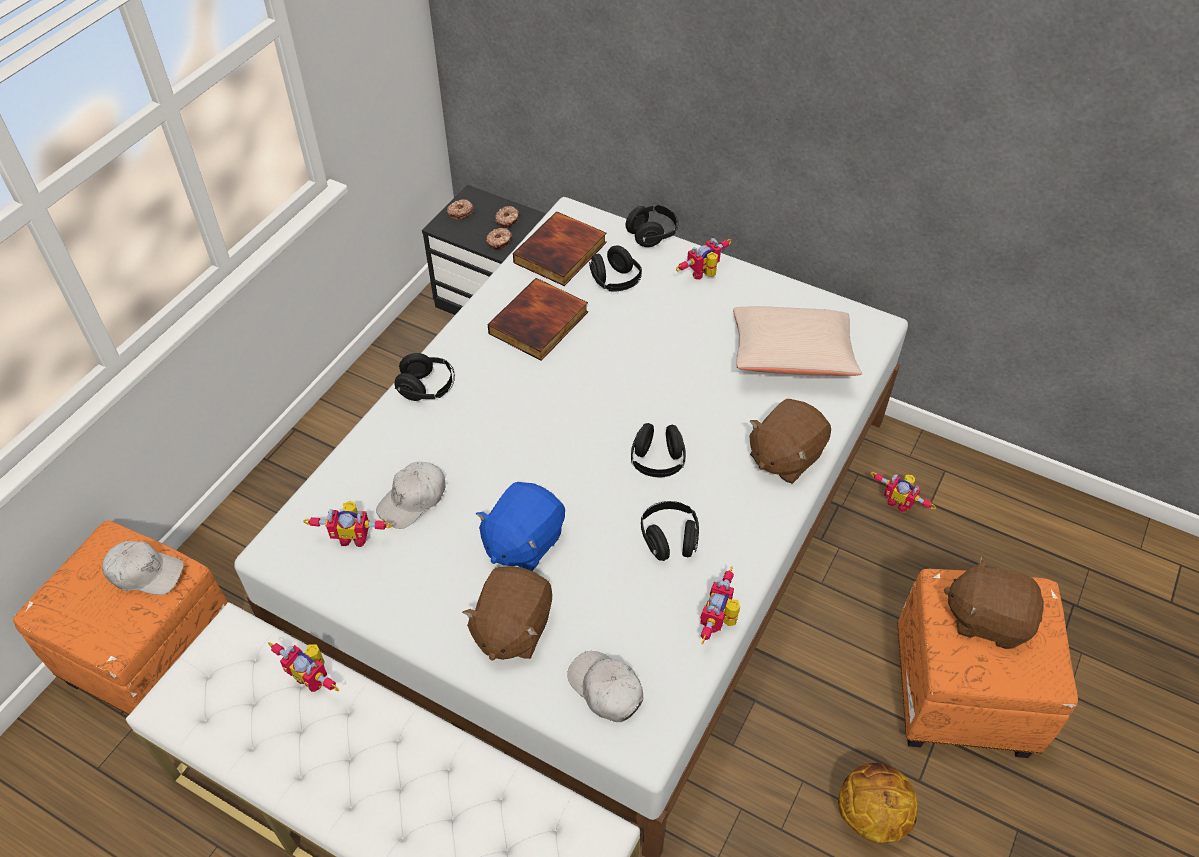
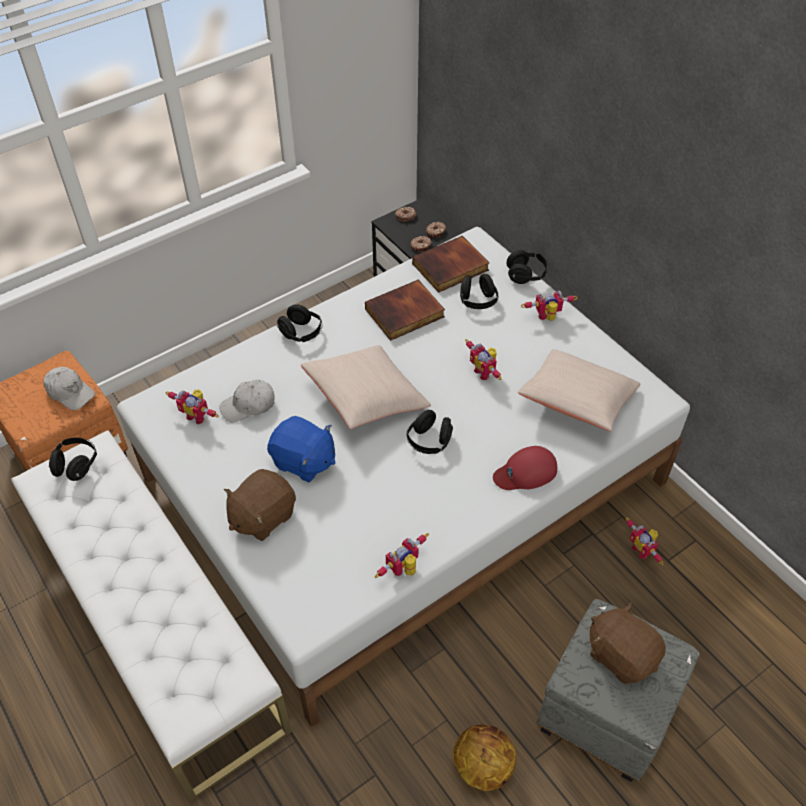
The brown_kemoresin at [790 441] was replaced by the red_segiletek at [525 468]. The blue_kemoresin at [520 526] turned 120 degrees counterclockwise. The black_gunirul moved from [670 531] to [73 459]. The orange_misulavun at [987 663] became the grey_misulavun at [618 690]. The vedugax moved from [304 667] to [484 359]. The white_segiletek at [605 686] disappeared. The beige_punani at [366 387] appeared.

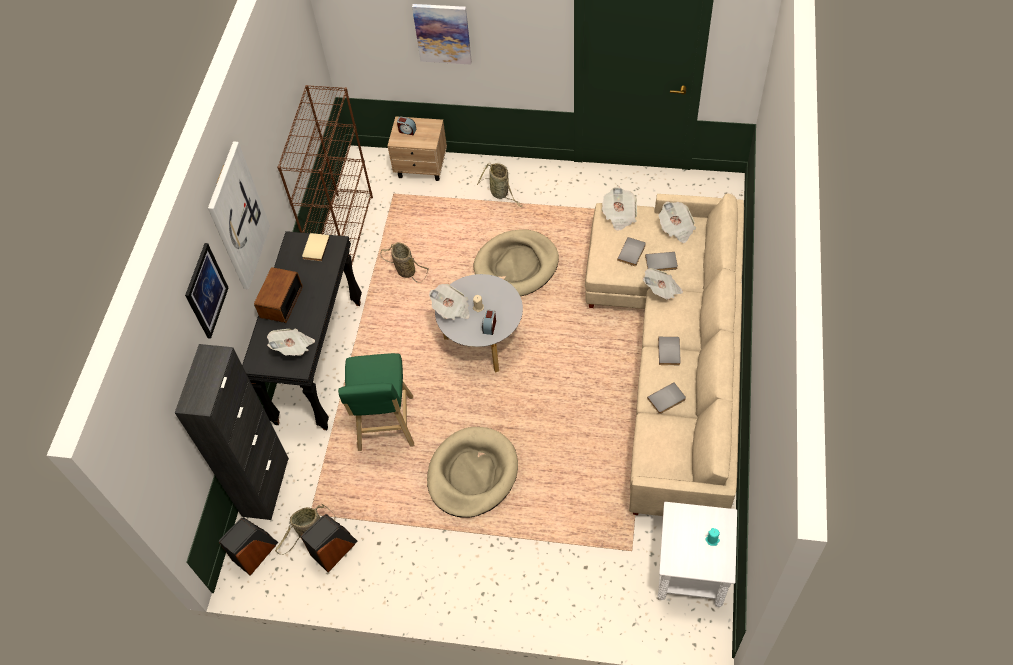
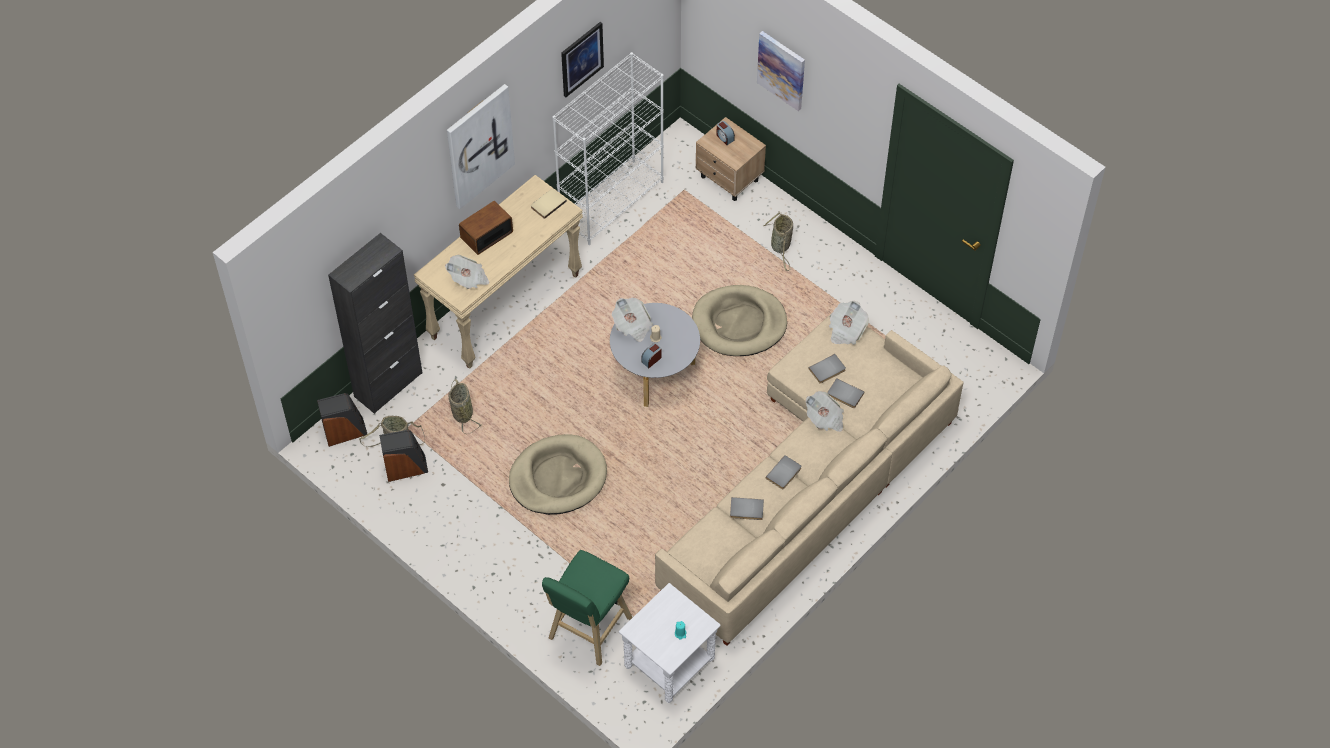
The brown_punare at [325 174] became the white_punare at [608 148]. The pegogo at [677 222] disappeared. The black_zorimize at [302 330] became the beige_zorimize at [498 272]. The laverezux moved from [404 262] to [465 406]. The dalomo moved from [207 291] to [582 59]. The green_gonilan moved from [376 402] to [587 608].

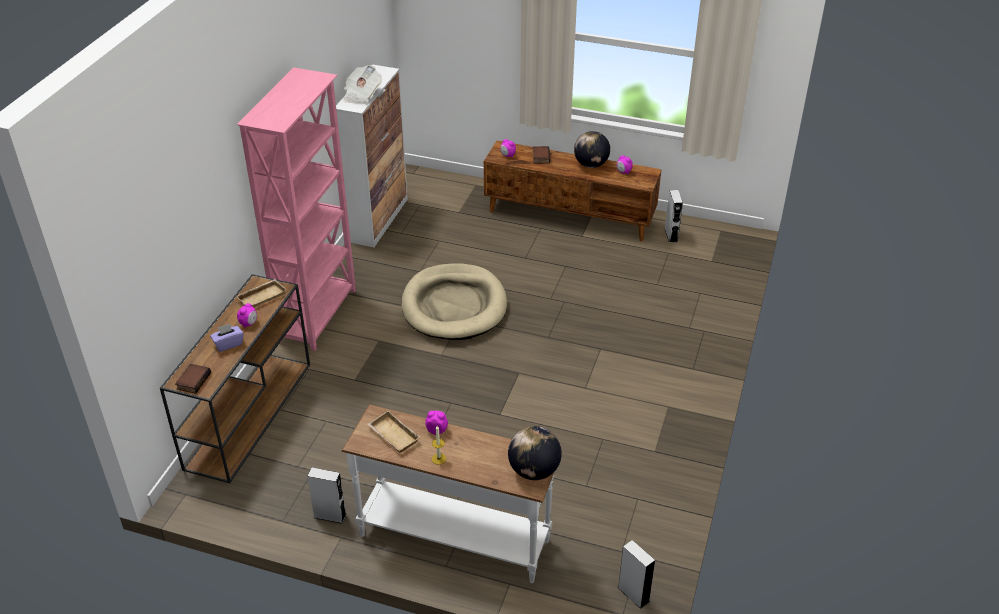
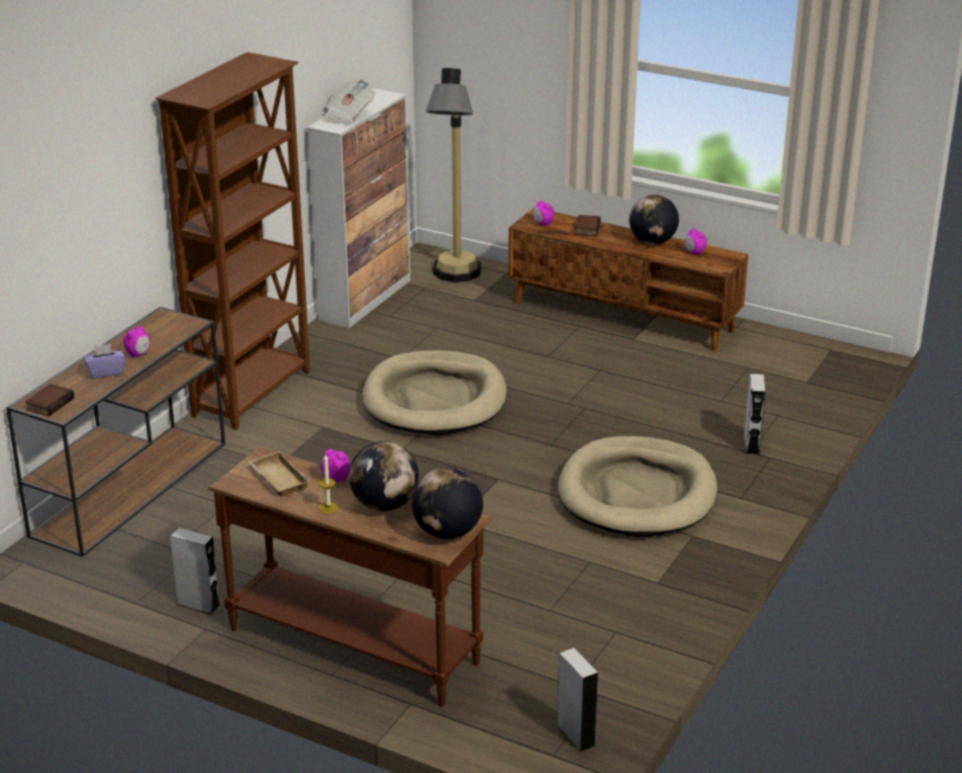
The pink_punare at [296 209] became the brown_punare at [232 241]. The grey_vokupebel moved from [674 216] to [755 414]. The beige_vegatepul at [261 293] disappeared. The white_zorimize at [452 494] became the brown_zorimize at [350 576]. The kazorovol at [453 175] appeared. The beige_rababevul at [637 486] appeared. The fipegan at [384 476] appeared.

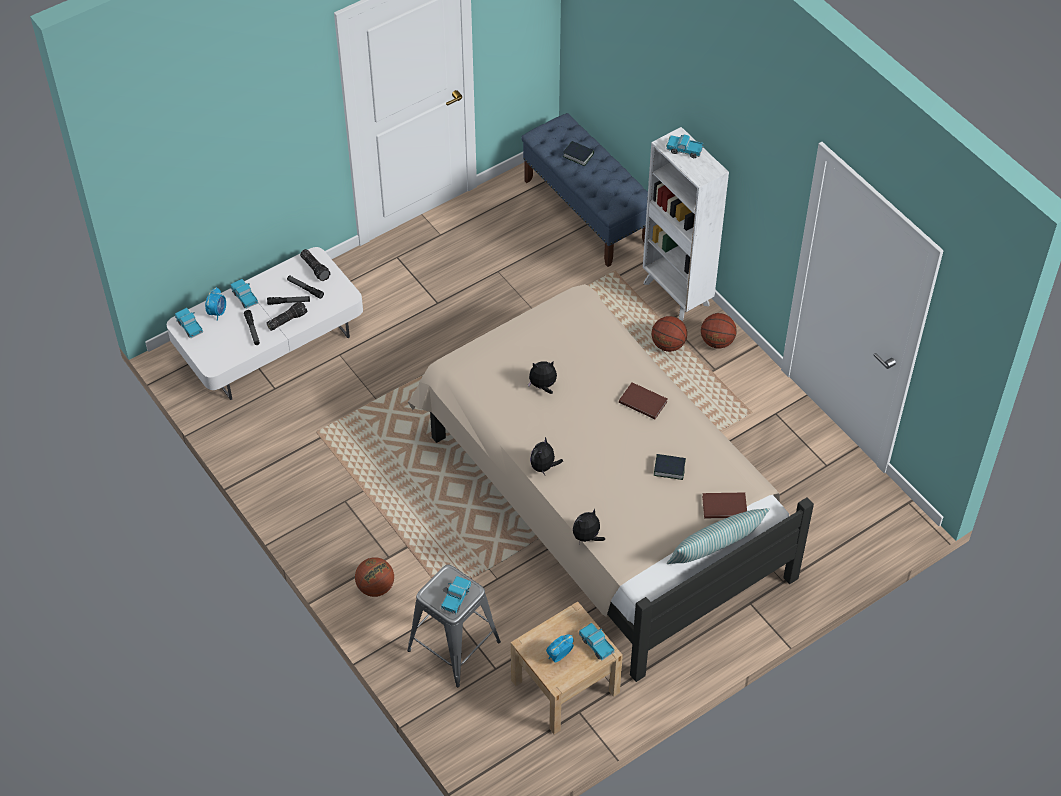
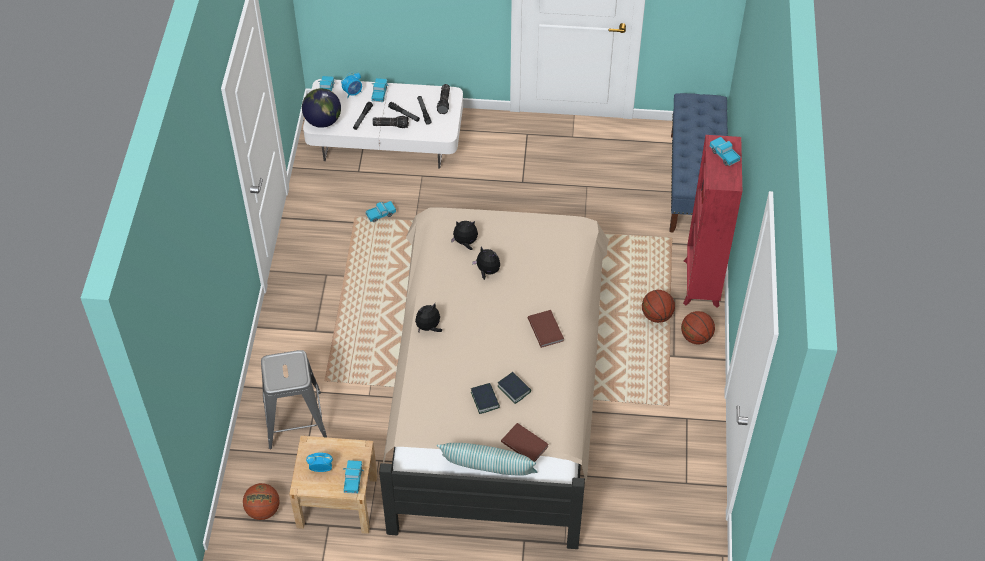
The white_punare at [686 224] became the red_punare at [712 221]. The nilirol moved from [578 153] to [485 398]. The kemoresin moved from [589 527] to [464 235]. The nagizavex moved from [374 577] to [261 501]. The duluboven moved from [456 595] to [381 211]. The fipegan at [321 108] appeared.

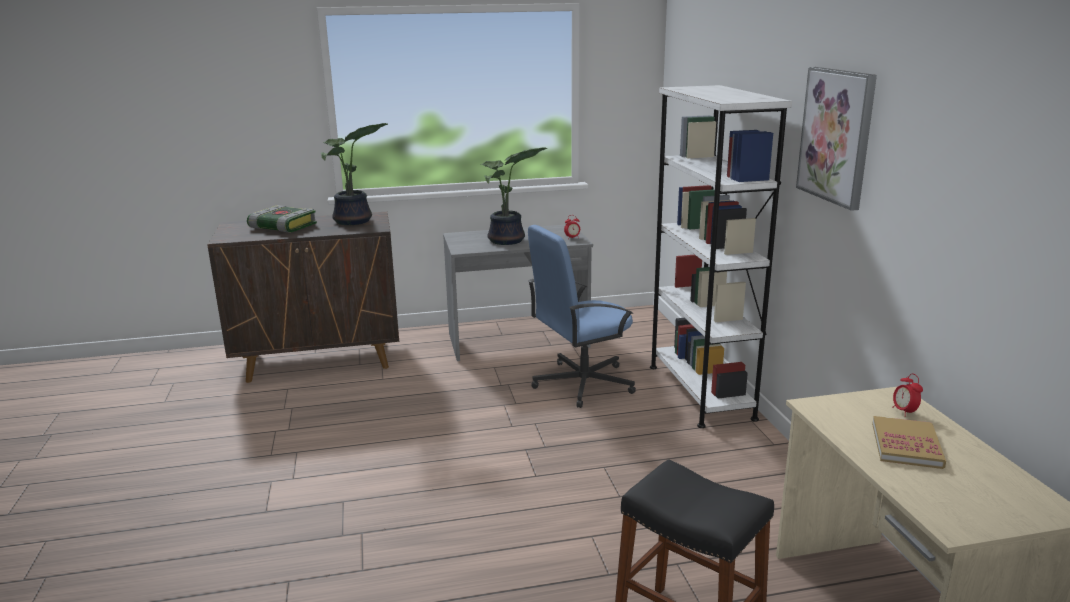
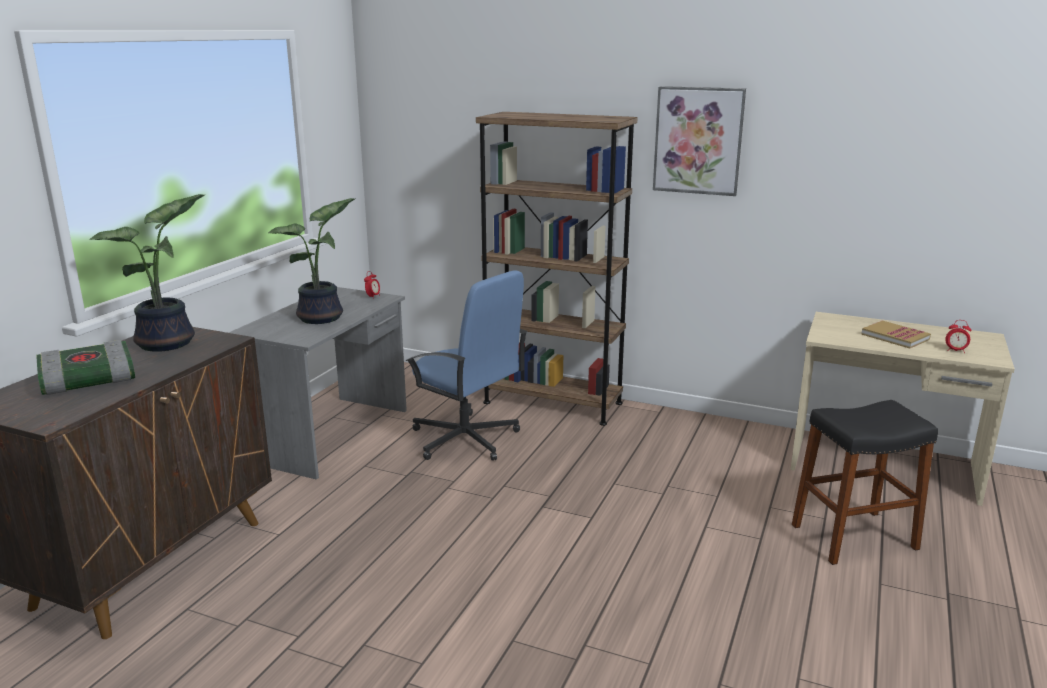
The white_punare at [721 256] became the brown_punare at [557 269]. The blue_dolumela at [582 316] turned 60 degrees counterclockwise. The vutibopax moved from [907 395] to [958 336].

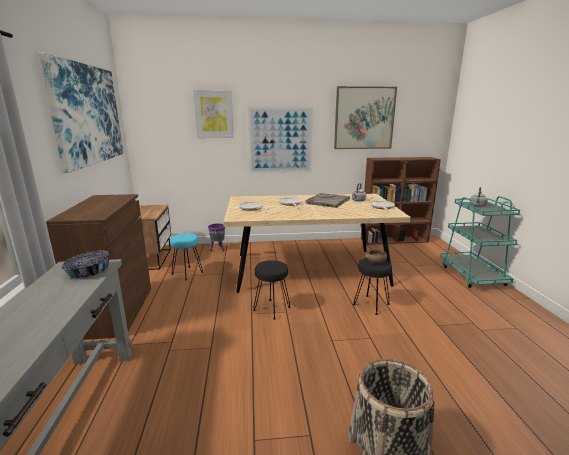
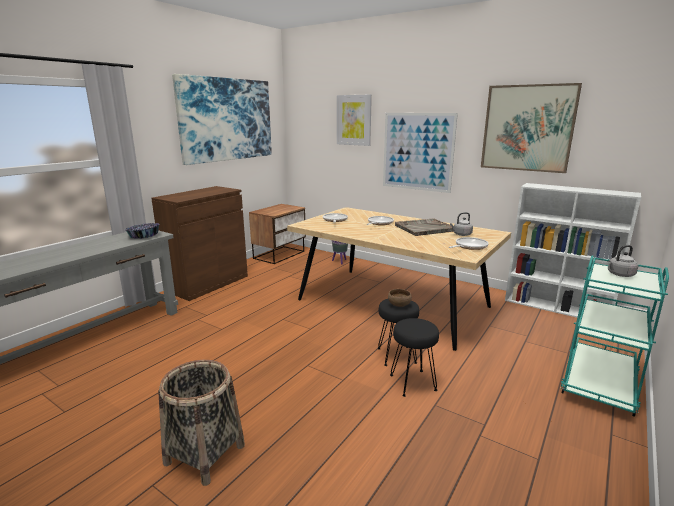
The brown_punare at [401 201] became the white_punare at [573 250]. The turquoise_gonilan at [186 256] disappeared. The black_gonilan moved from [272 290] to [414 357].

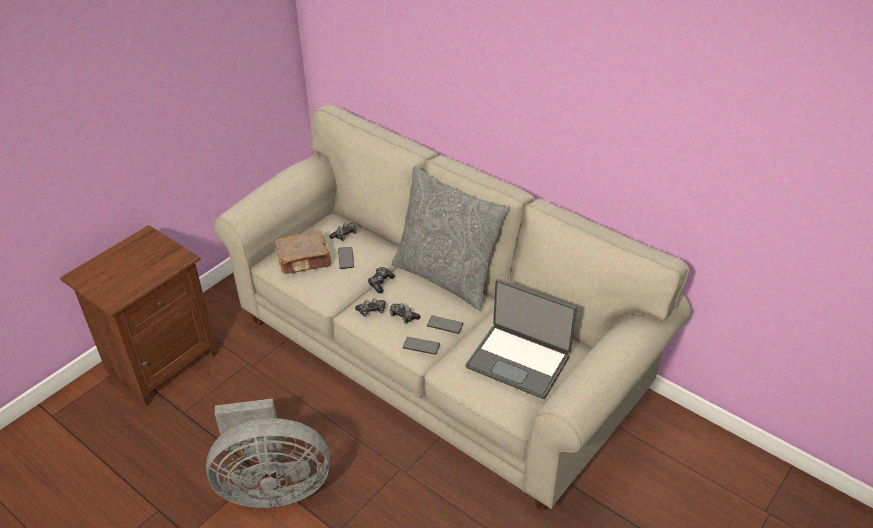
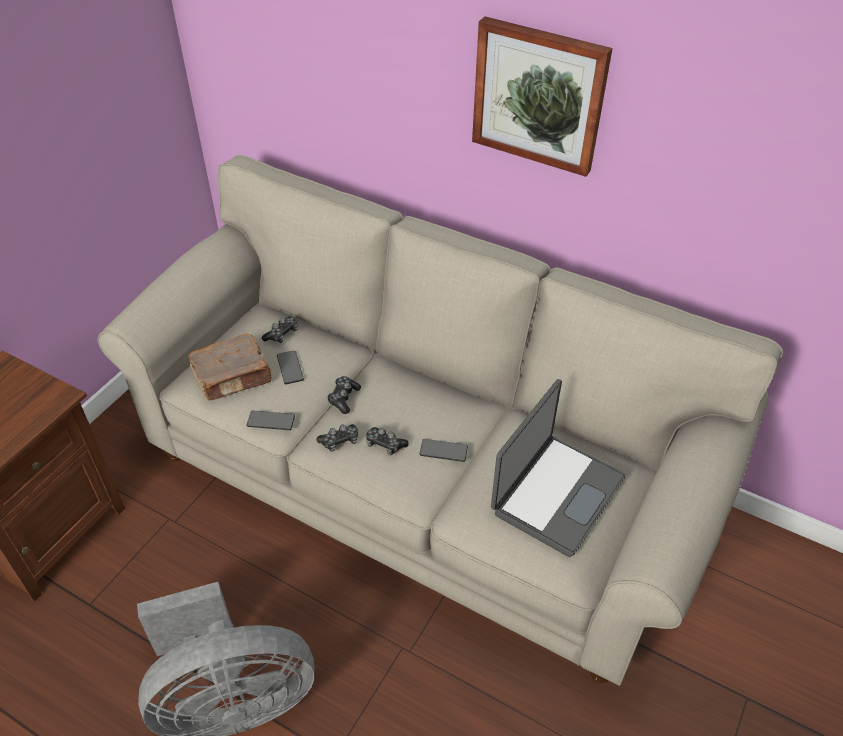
The grey_punani at [450 238] disappeared. The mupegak at [521 339] turned 75 degrees counterclockwise. The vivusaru moved from [421 346] to [271 420]. The dalomo at [542 97] appeared.

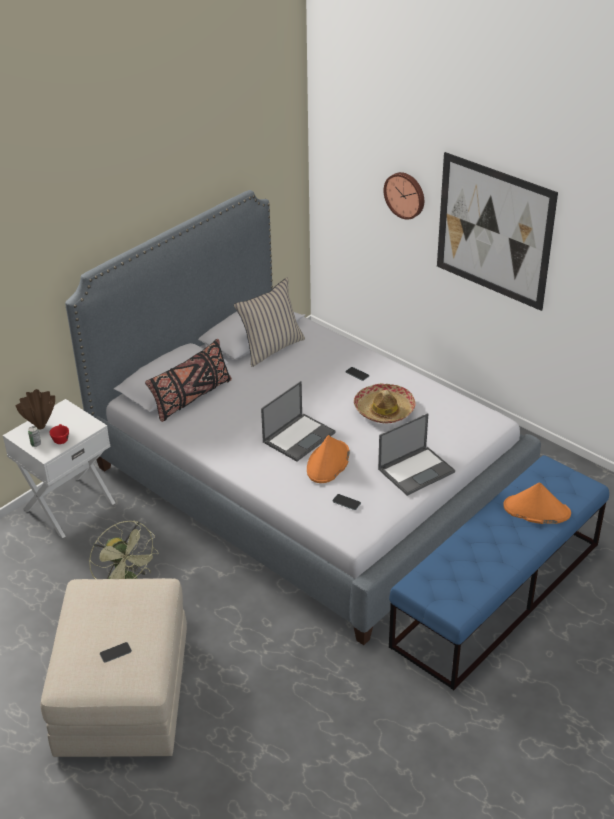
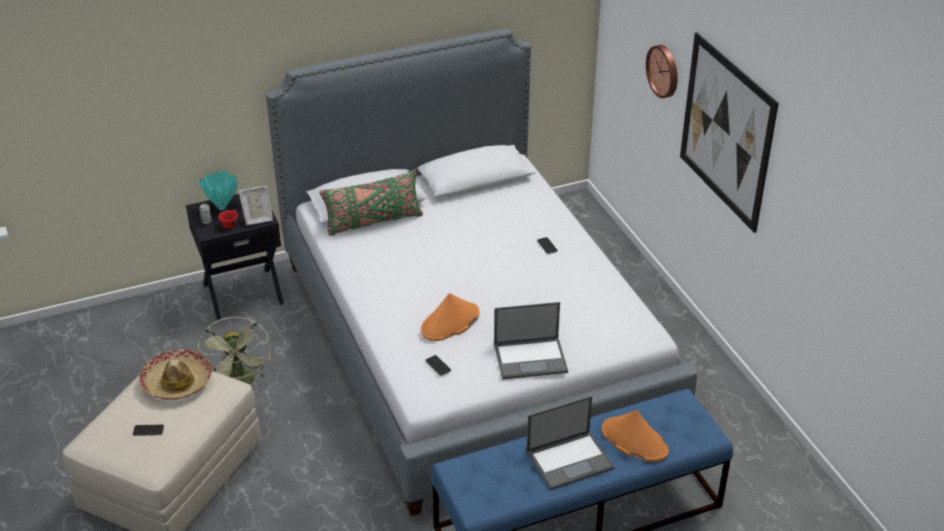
The beige_punani at [269 322] disappeared. The black_punani at [188 380] became the green_punani at [371 203]. The mupegak moved from [298 421] to [570 443]. The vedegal moved from [385 403] to [175 375]. The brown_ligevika at [35 409] became the turquoise_ligevika at [217 190]. The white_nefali at [59 468] became the black_nefali at [235 257]. The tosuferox at [256 206] appeared.

